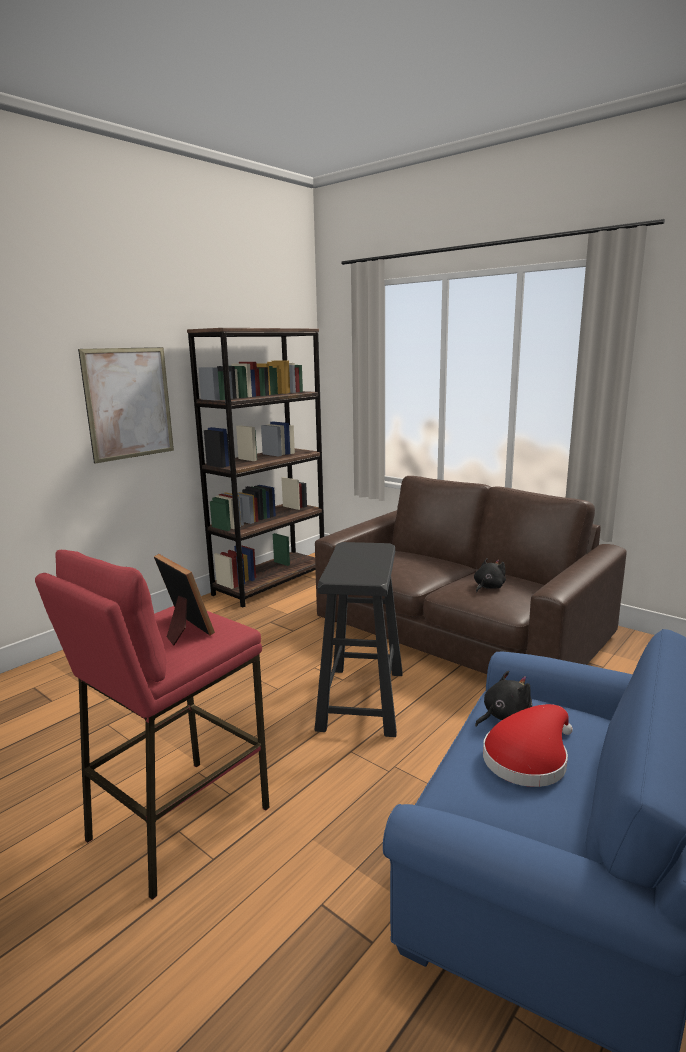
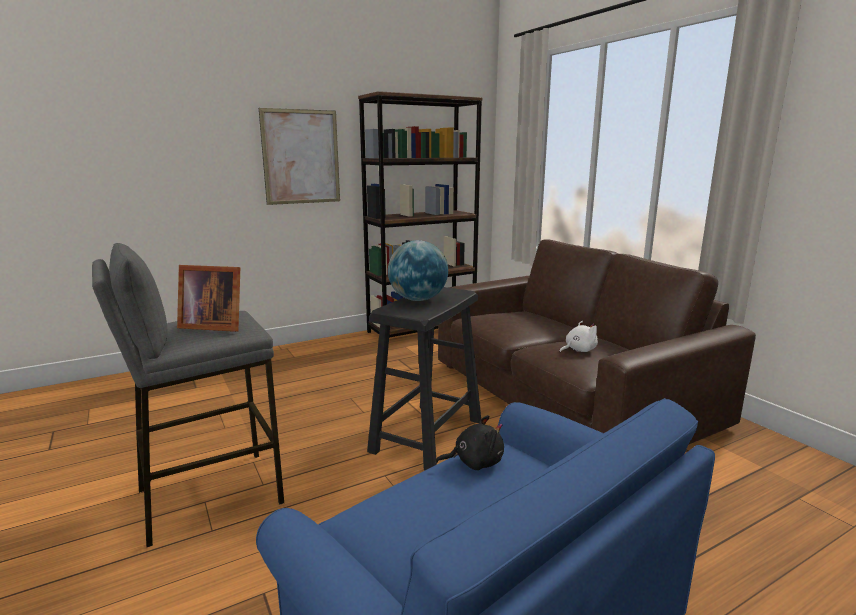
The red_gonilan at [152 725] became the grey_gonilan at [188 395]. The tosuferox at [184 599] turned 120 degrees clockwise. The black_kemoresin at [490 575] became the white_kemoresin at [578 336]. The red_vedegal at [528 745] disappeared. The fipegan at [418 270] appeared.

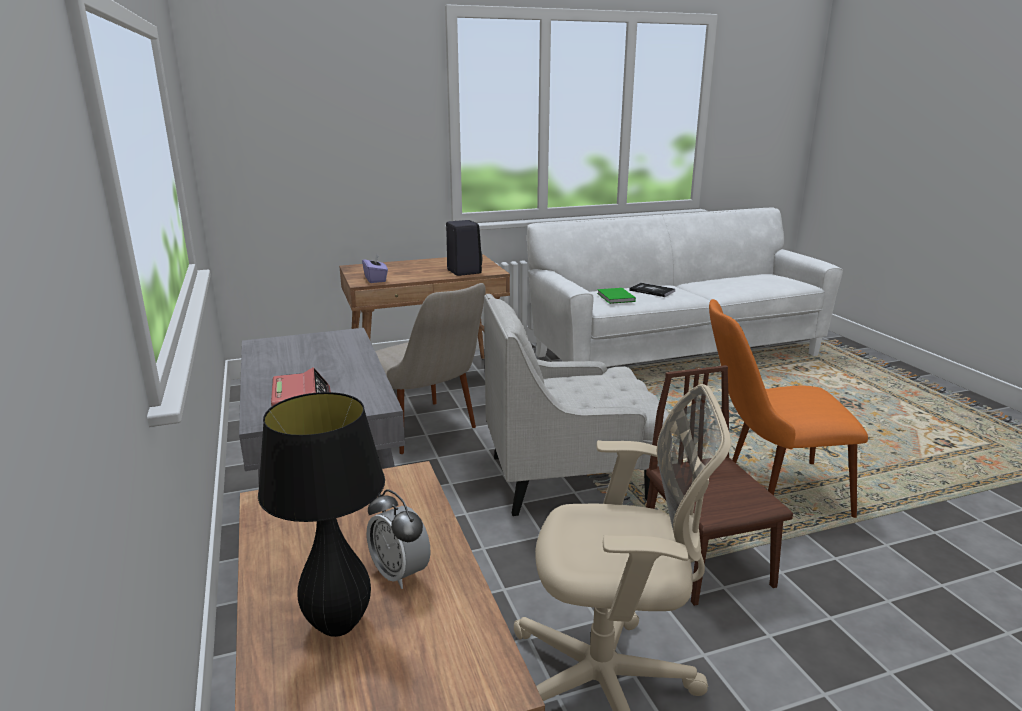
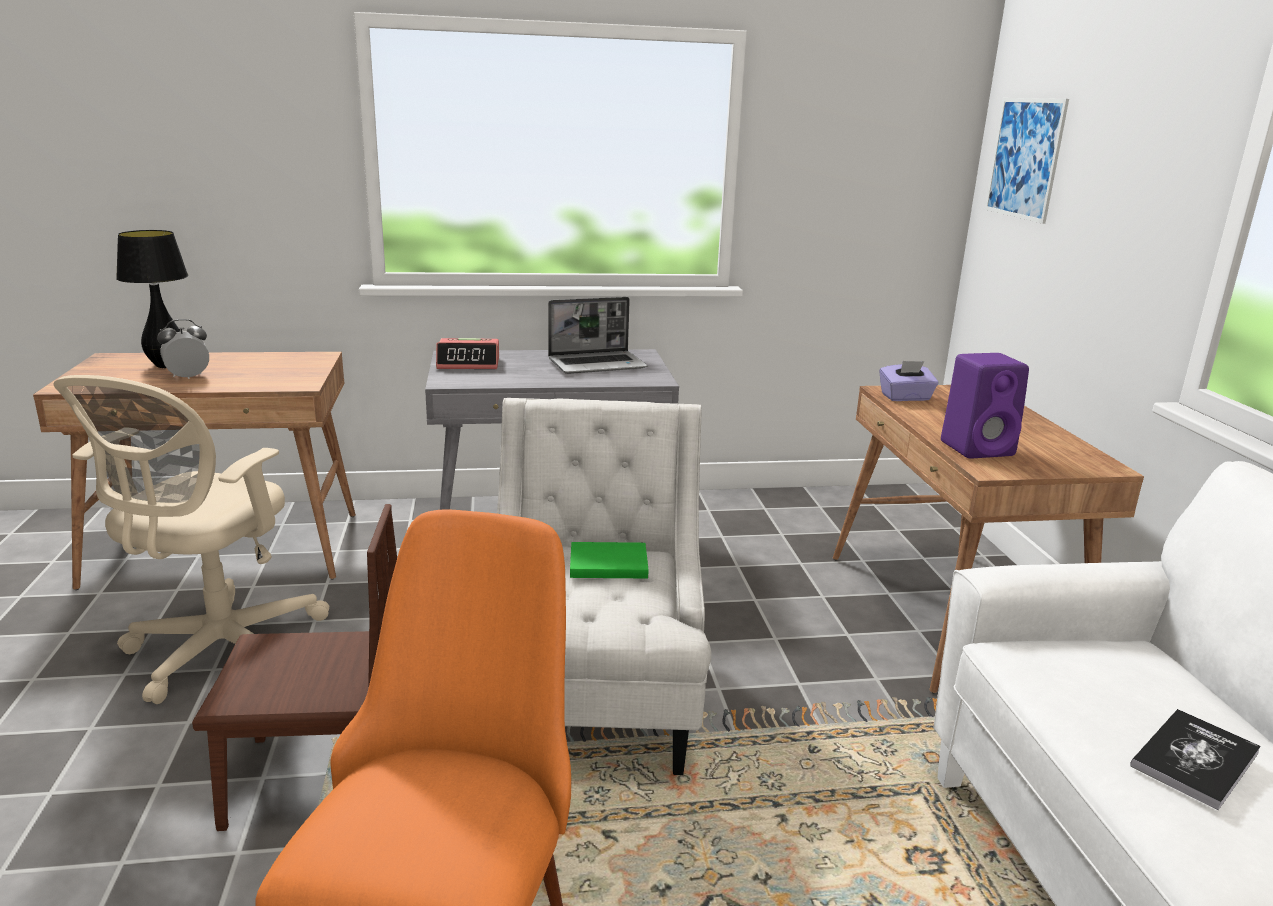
The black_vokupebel at [464 248] became the purple_vokupebel at [985 405]. The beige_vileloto at [430 368] disappeared. The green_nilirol moved from [616 296] to [609 560]. The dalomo at [1027 161] appeared. The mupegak at [597 335] appeared.

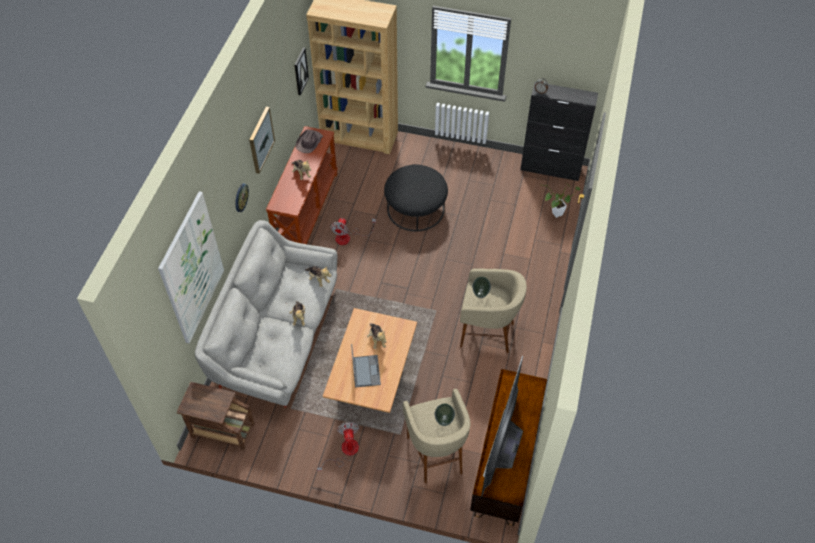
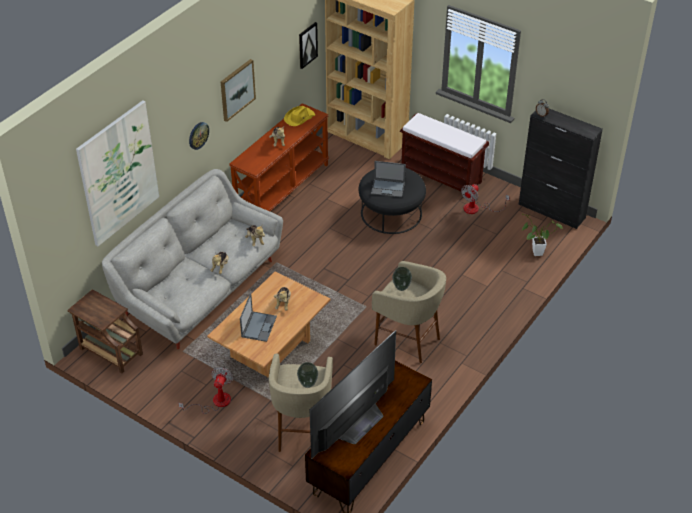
The brown_vedegal at [309 141] became the yellow_vedegal at [299 116]. The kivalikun moved from [353 231] to [485 199]. The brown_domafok at [444 154] appeared. The mupegak at [388 179] appeared.

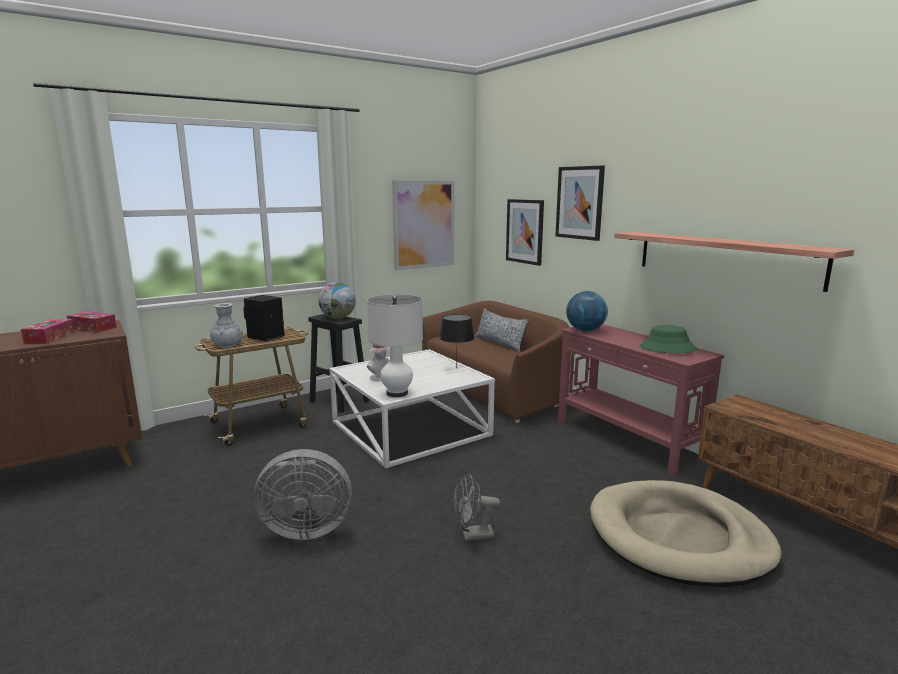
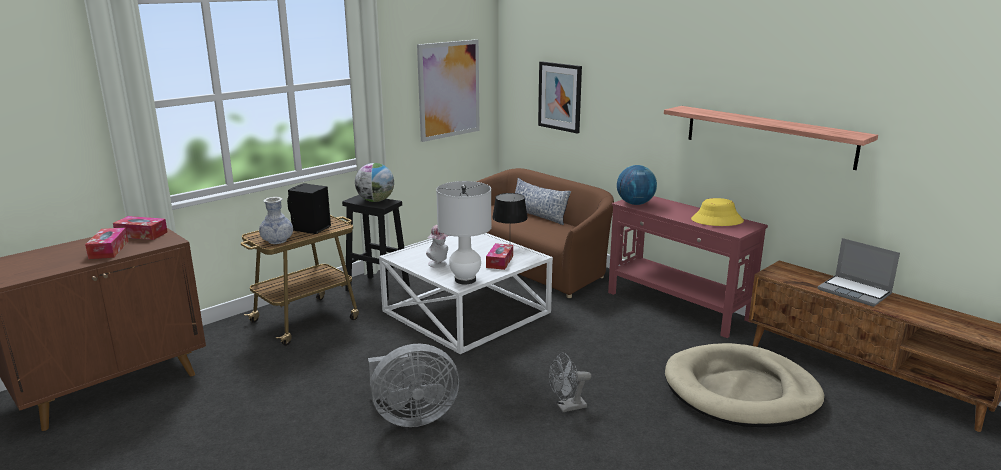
The dalomo at [580 203] disappeared. The green_vedegal at [668 339] became the yellow_vedegal at [717 212]. The mupegak at [859 272] appeared. The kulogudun at [499 256] appeared.

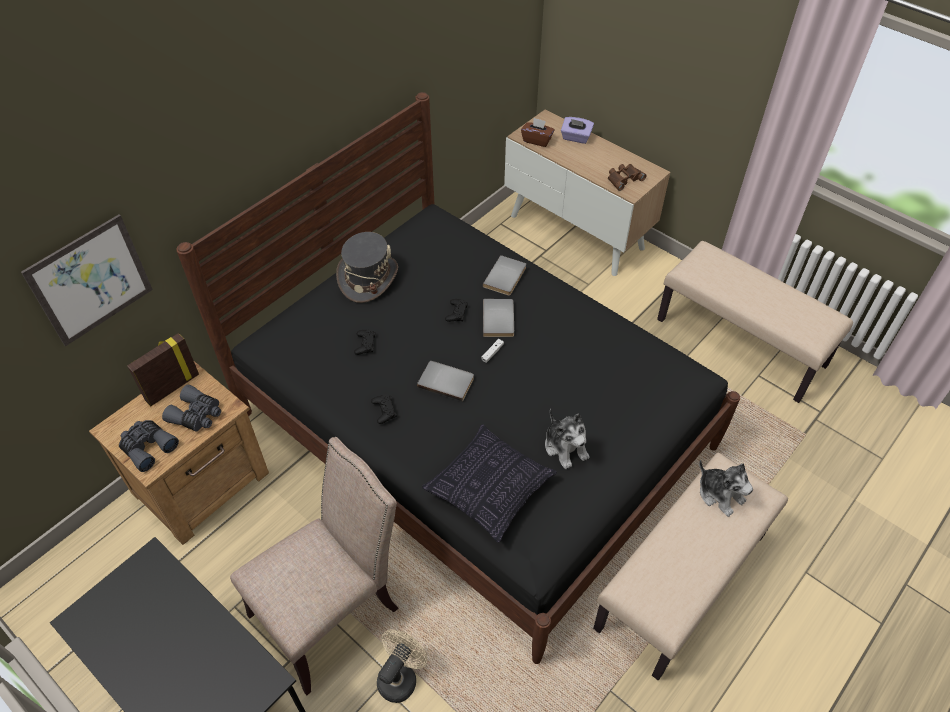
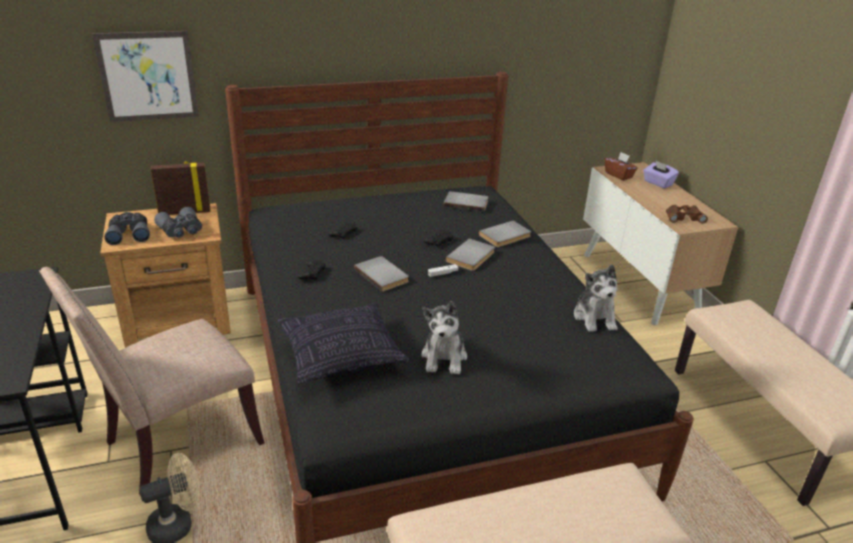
The grey_vedegal at [367 267] disappeared. The beige_vileloto at [314 566] turned 150 degrees clockwise. The kemoresin moved from [726 488] to [596 298]. The grey_nilirol at [466 201] appeared.

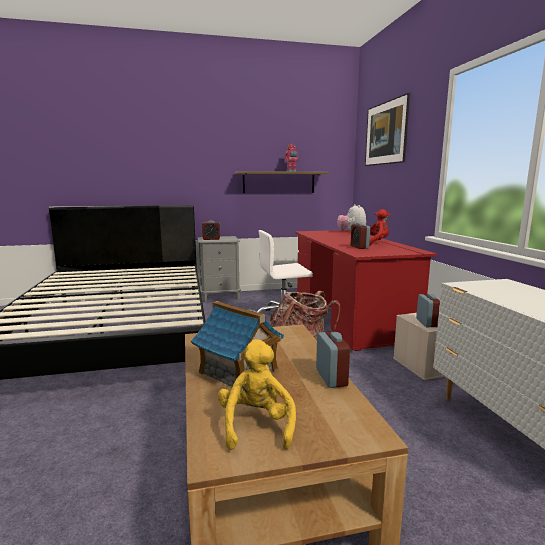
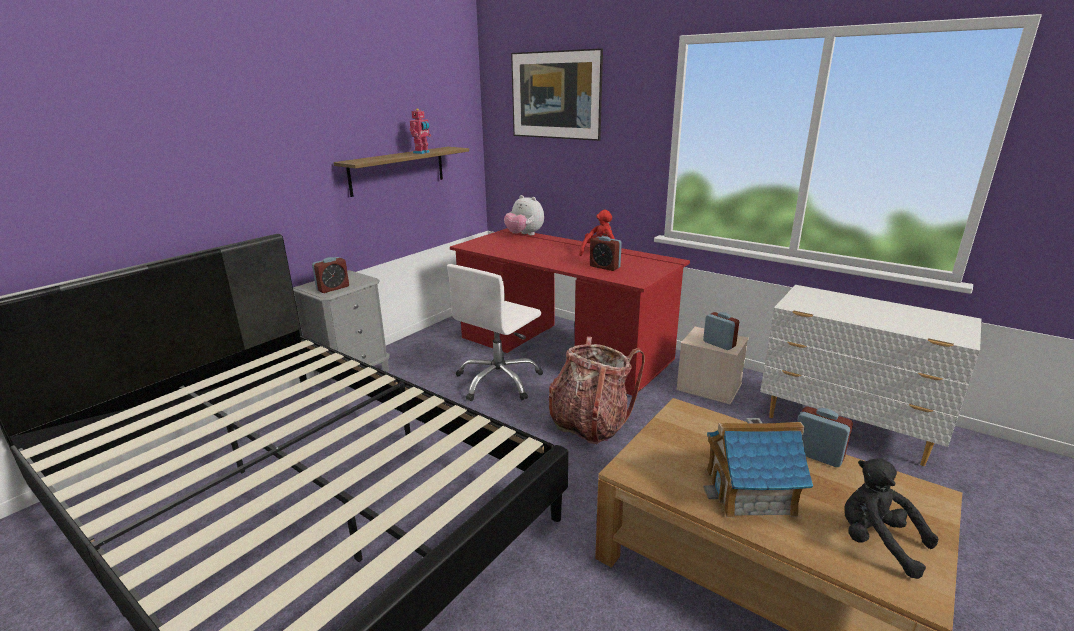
The yellow_kemoresin at [257 394] became the black_kemoresin at [892 518].

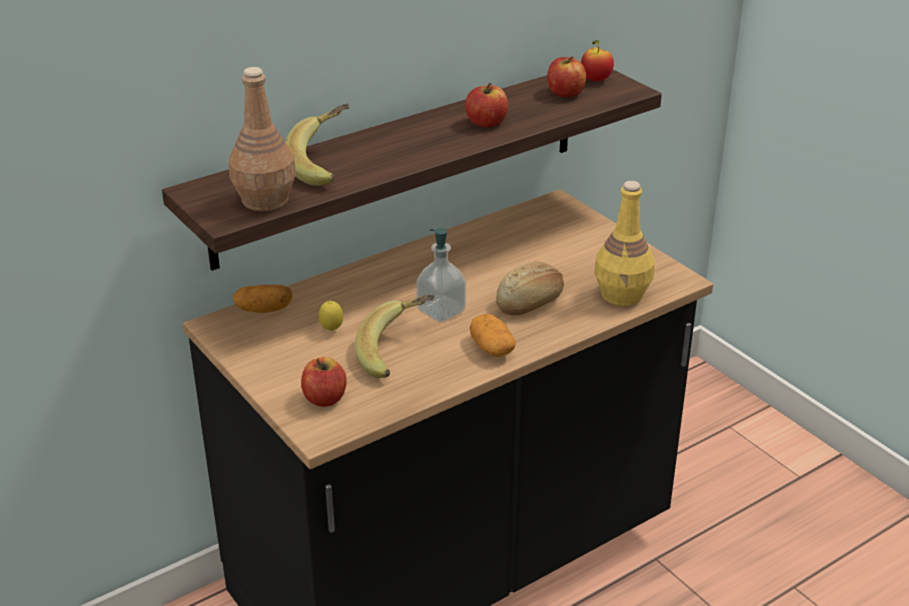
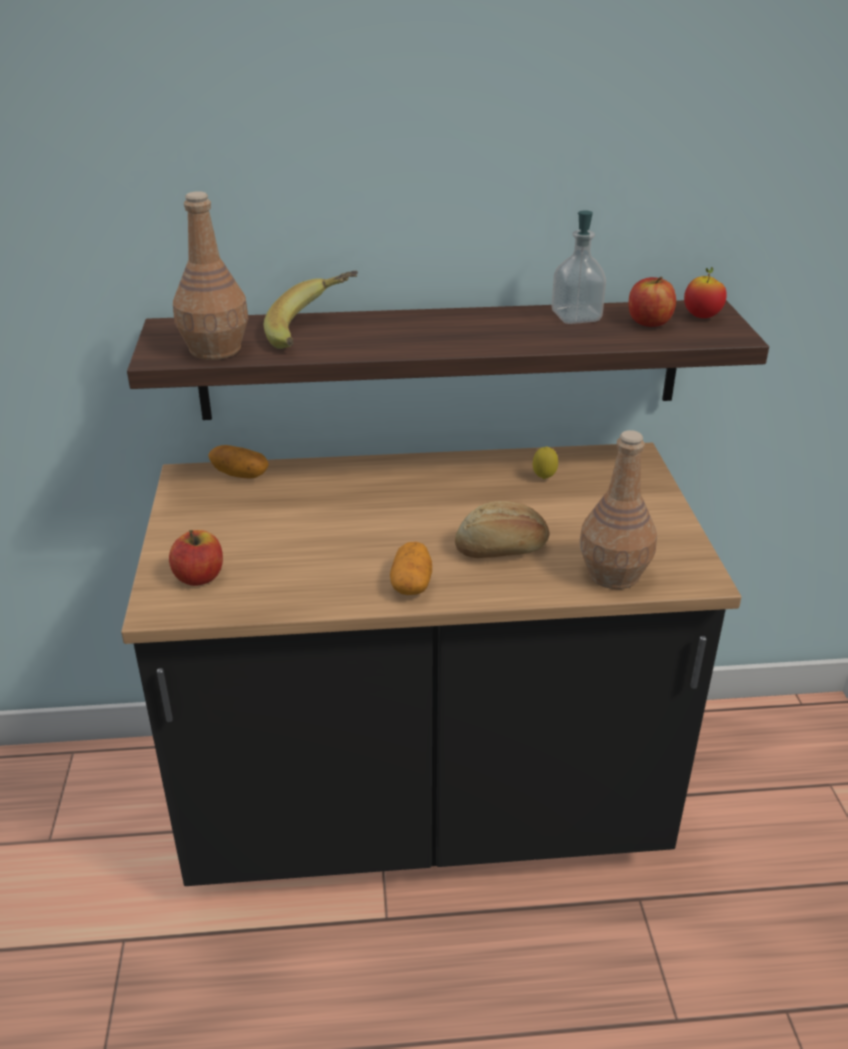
The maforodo at [486 105] disappeared. The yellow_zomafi at [624 243] became the brown_zomafi at [618 509]. The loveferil moved from [441 275] to [579 267]. The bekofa at [394 336] disappeared. The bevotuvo moved from [331 316] to [545 462].

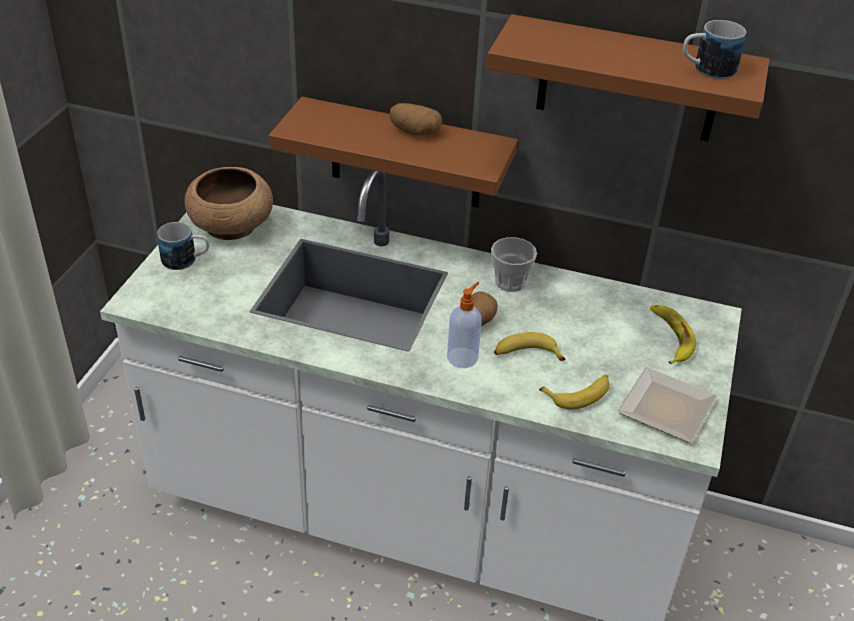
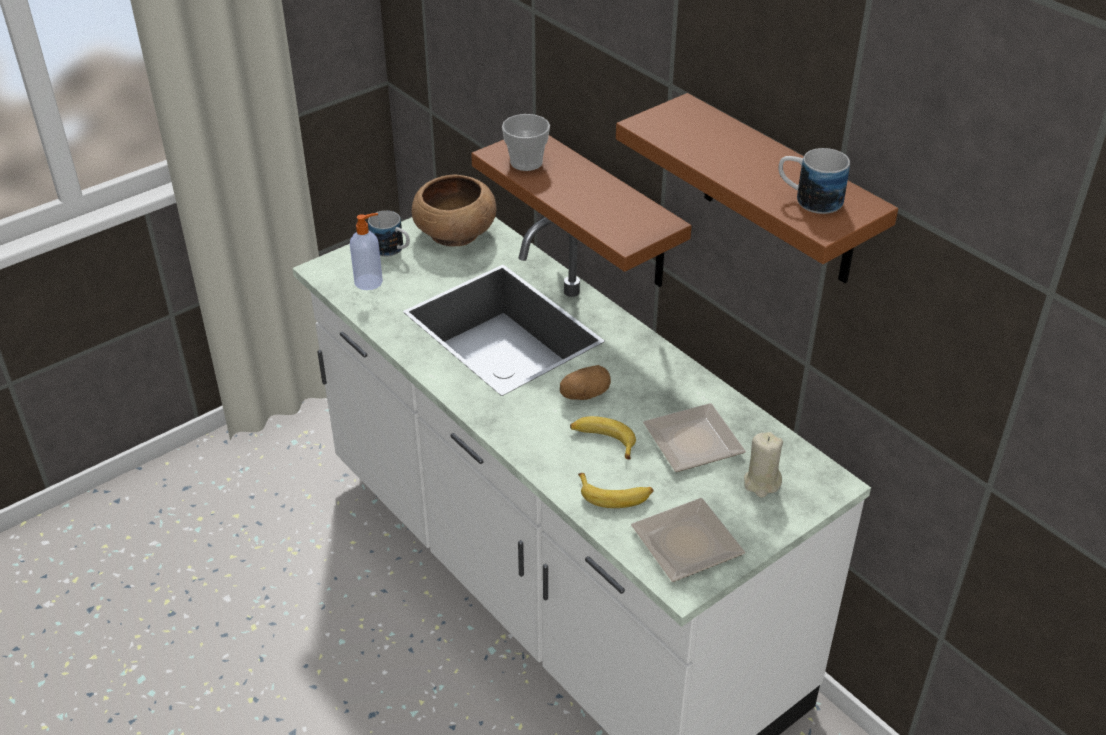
The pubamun at [416 119] disappeared. The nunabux moved from [514 264] to [526 142]. The loveferil moved from [464 325] to [366 251]. The bekofa at [673 334] was replaced by the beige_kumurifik at [763 465]. The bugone at [694 437] appeared.

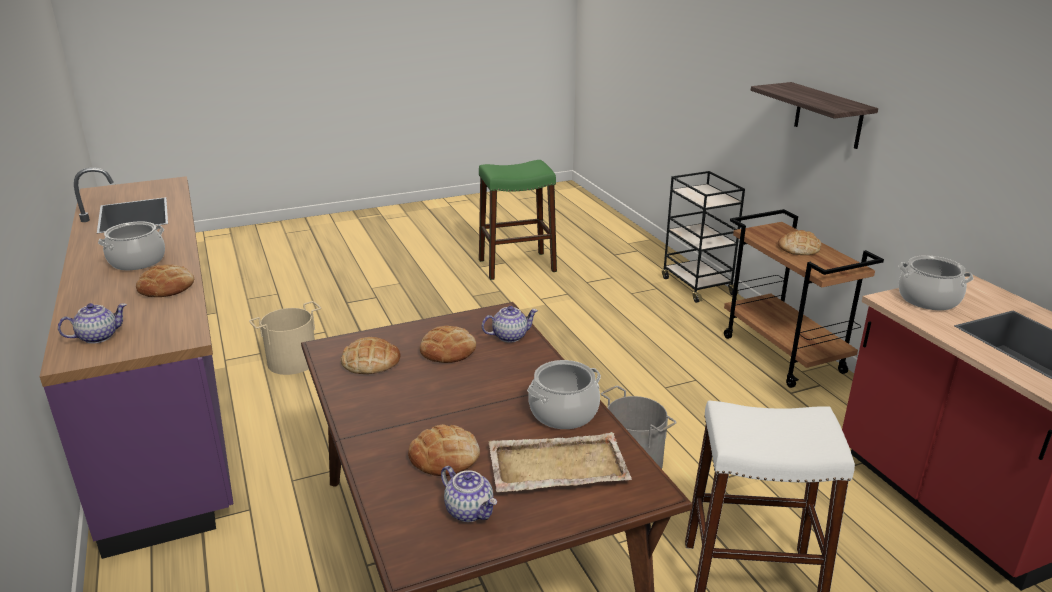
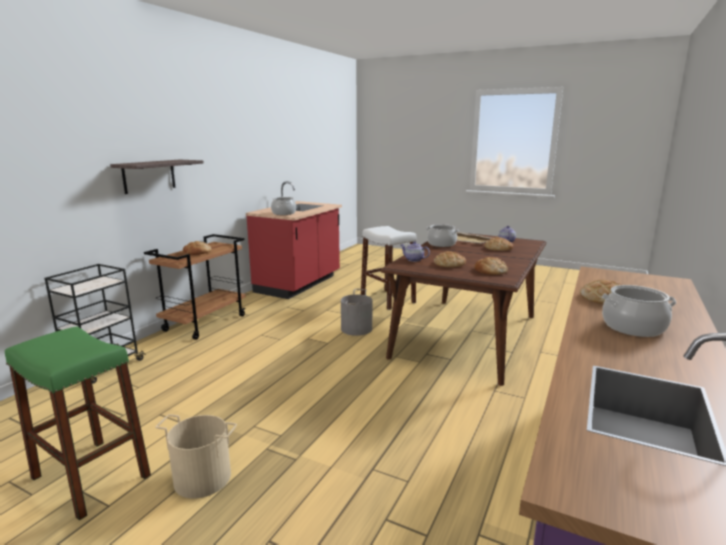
The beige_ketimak moved from [285 338] to [196 456]. The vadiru at [92 323] disappeared.

